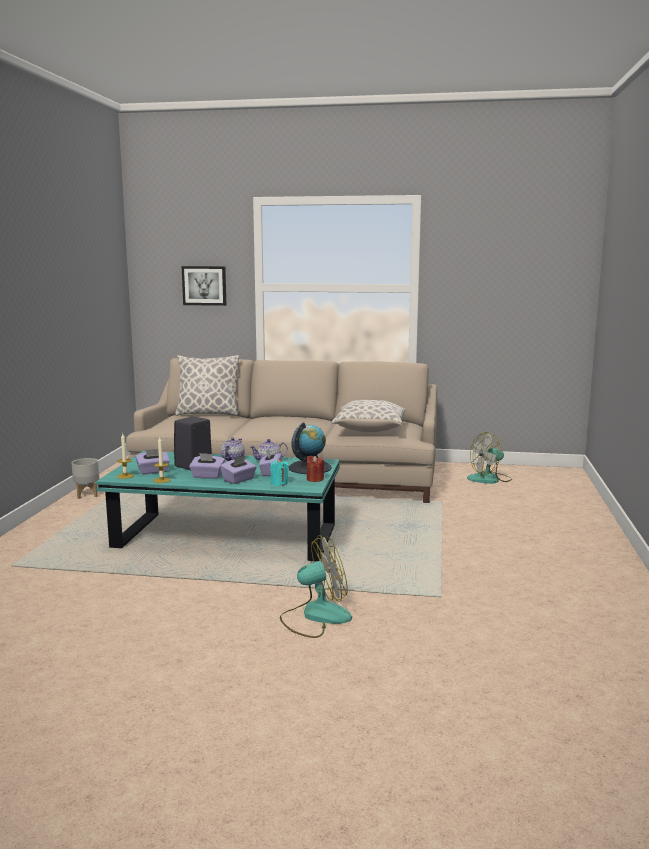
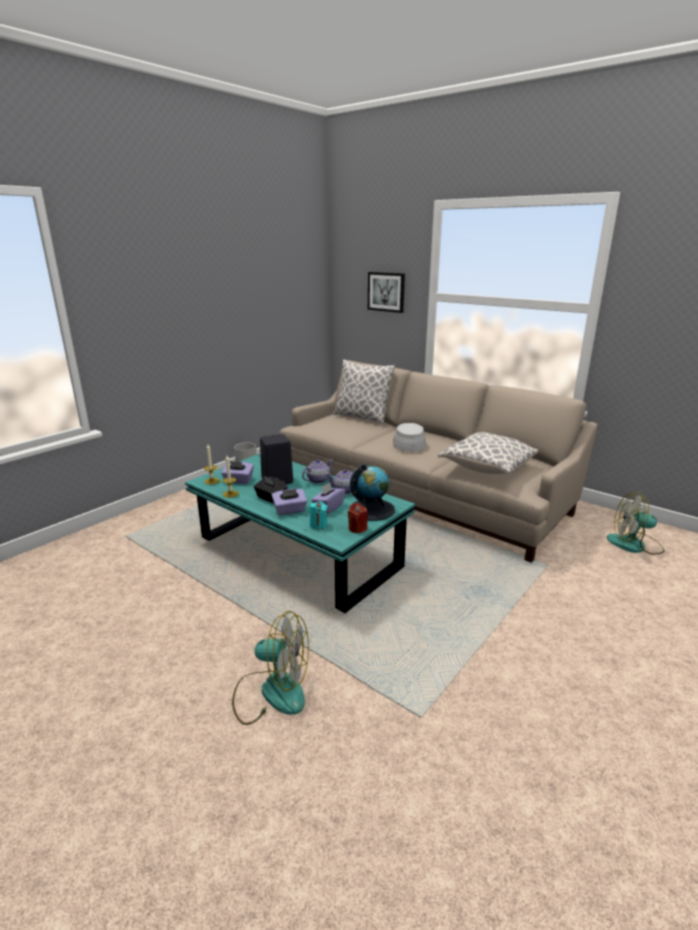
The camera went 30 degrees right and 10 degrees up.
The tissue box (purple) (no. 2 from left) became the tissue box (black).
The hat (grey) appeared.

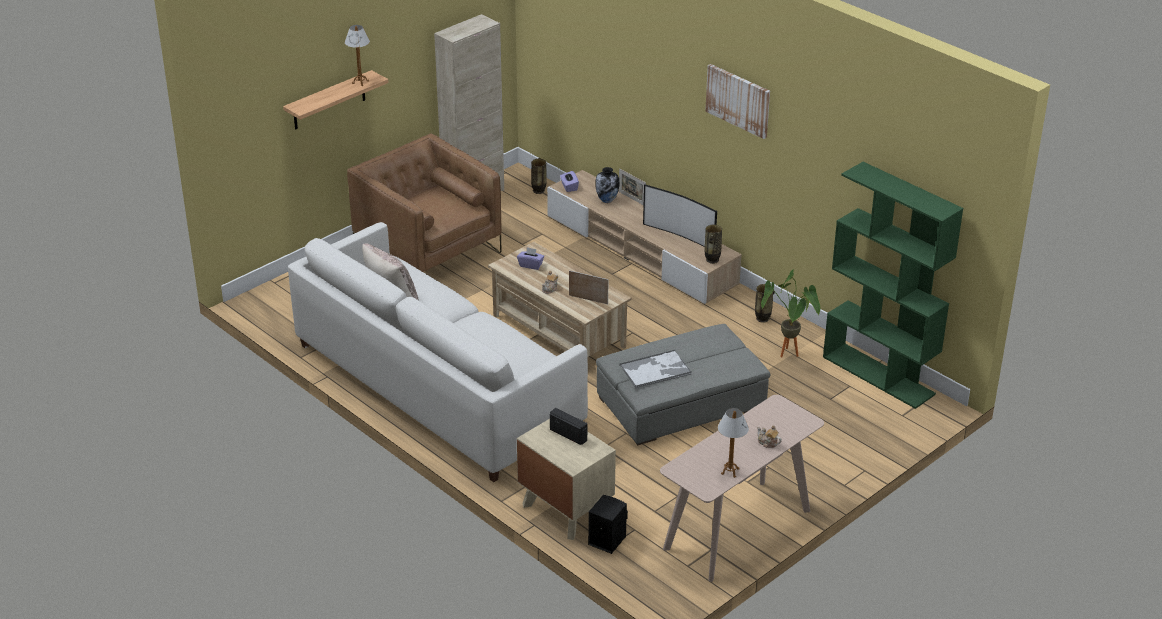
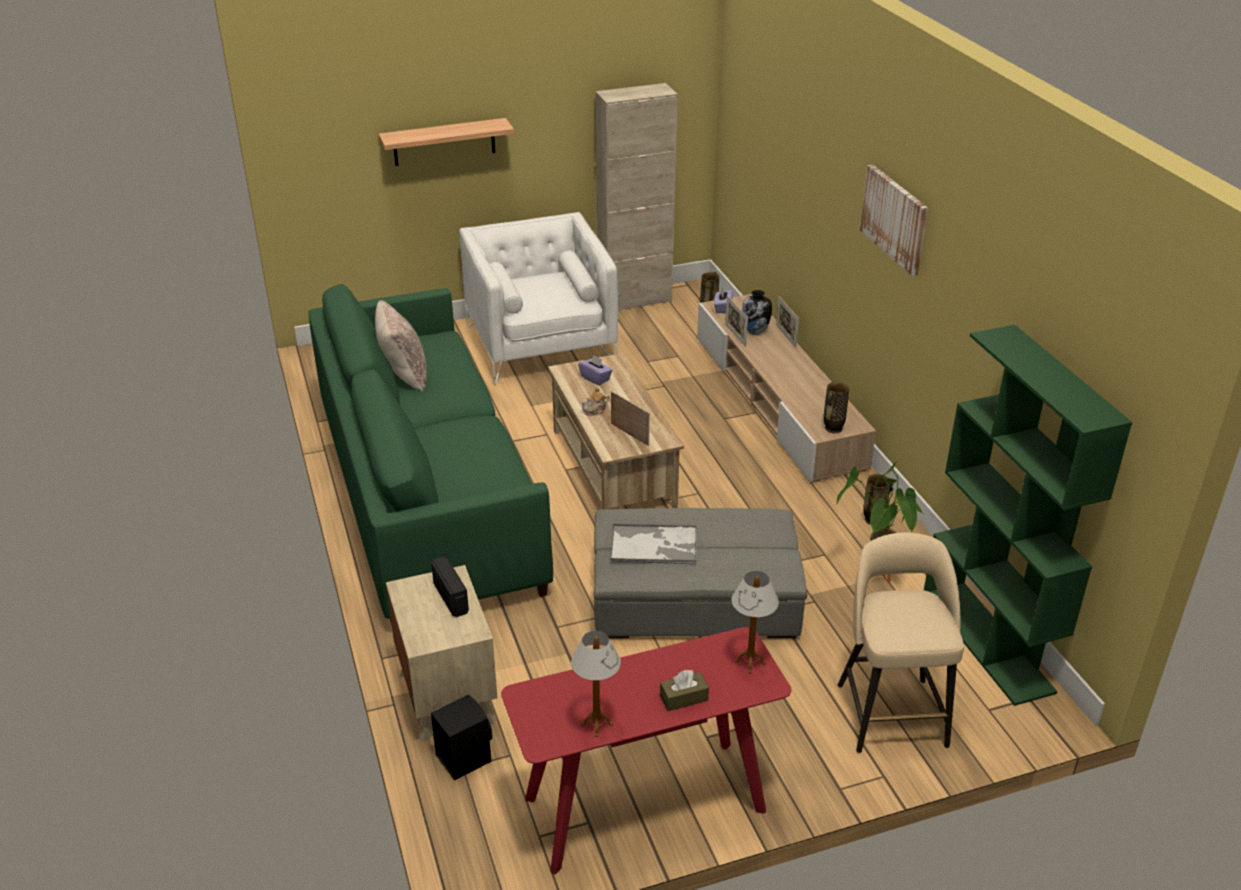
The camera went 25 degrees right and 0 degrees up.
The sofa (white) became the sofa (green).
The table lamp (no. 1 from left in the first image) moved.
The armchair (brown) became the armchair (white).
The television disappeared.
The console table (beige) became the console table (red).
The teapot (no. 2 from left) was replaced by the tissue box (brown).
The picture frame (no. 2 from left) appeared.
The stool (beige) appeared.

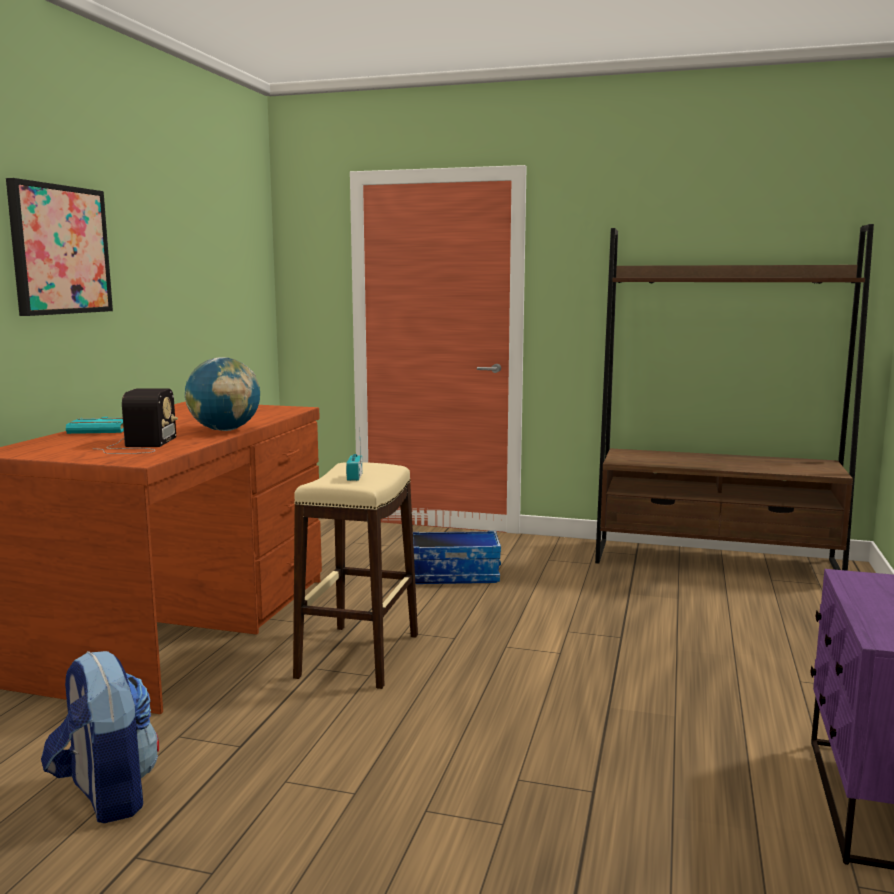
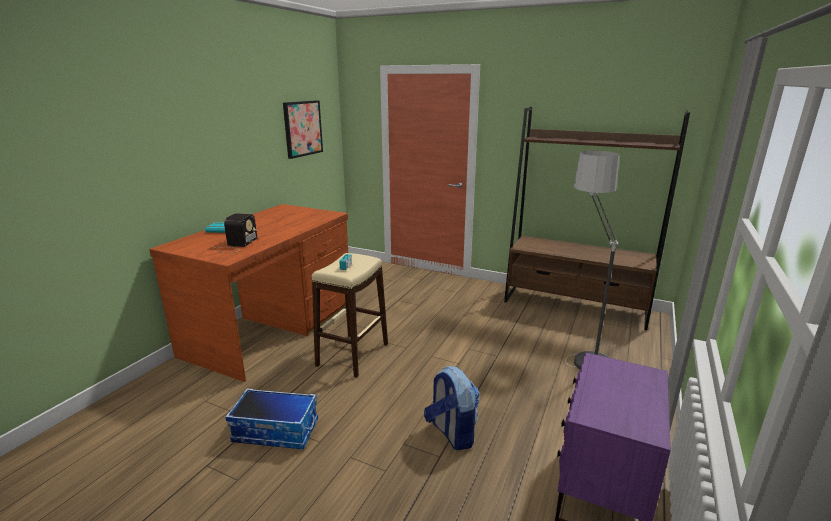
The camera went 10 degrees right and 10 degrees up.
The picture moved.
The backpack moved.
The globe disappeared.
The storage box moved.
The floor lamp appeared.

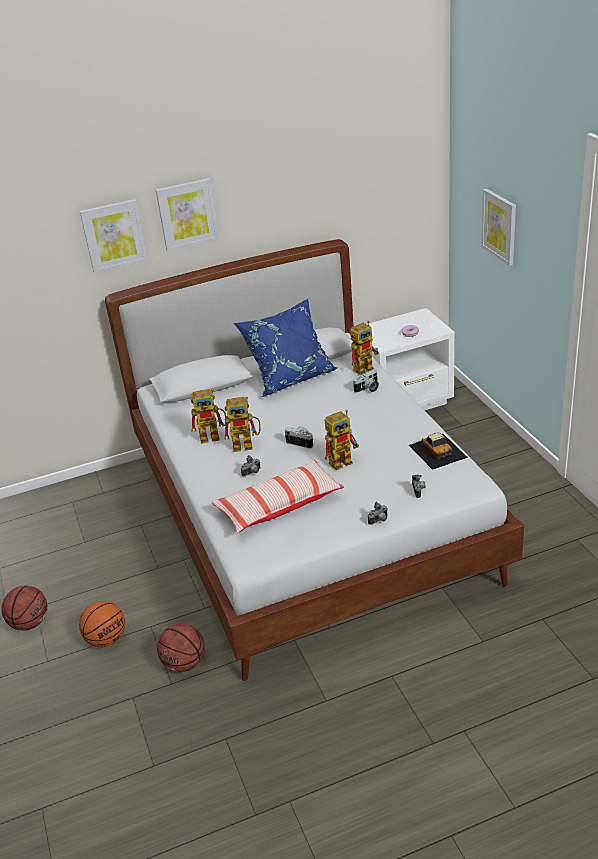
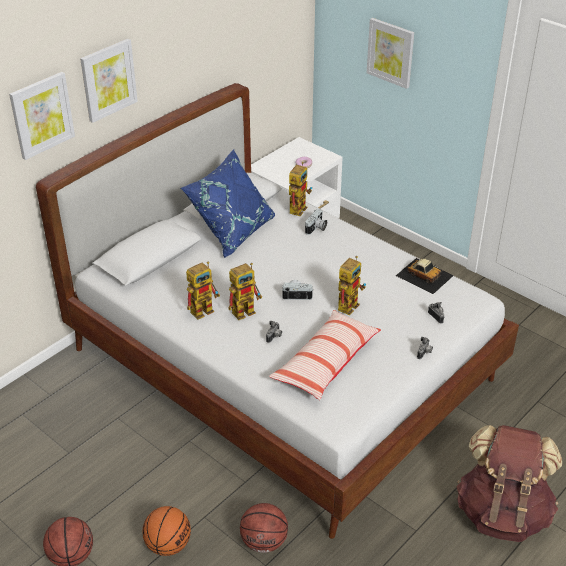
The camera went 30 degrees left and 5 degrees up.
The backpack (brown) appeared.

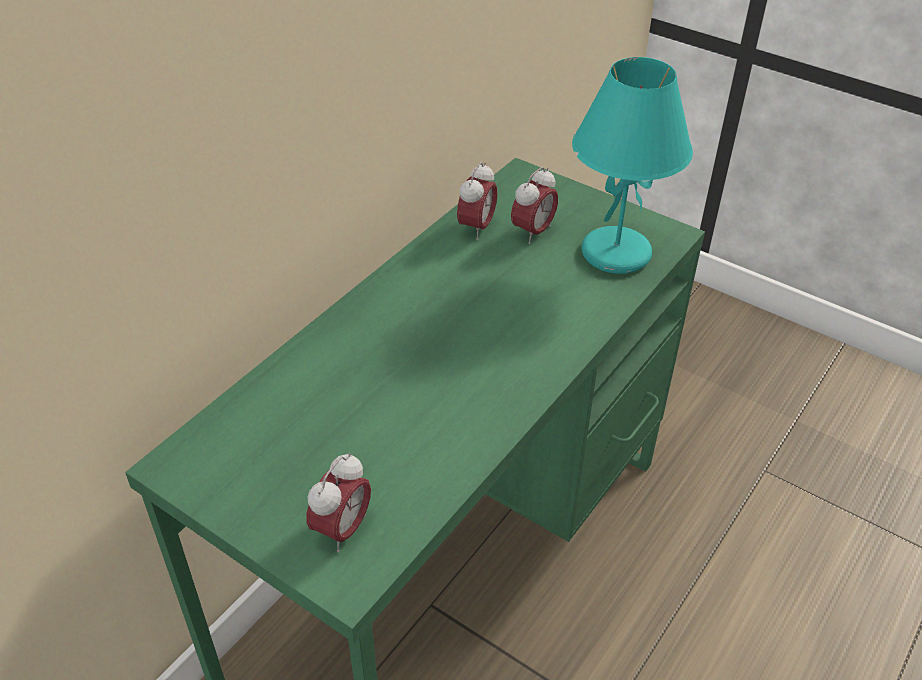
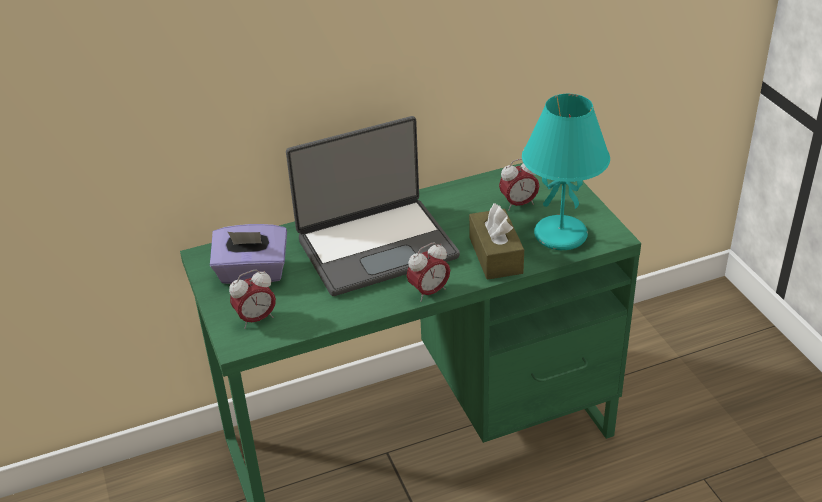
The camera went 35 degrees right and 5 degrees down.
The alarm clock (no. 2 from left) moved.
The tissue box (purple) appeared.
The laptop appeared.
The tissue box (brown) appeared.

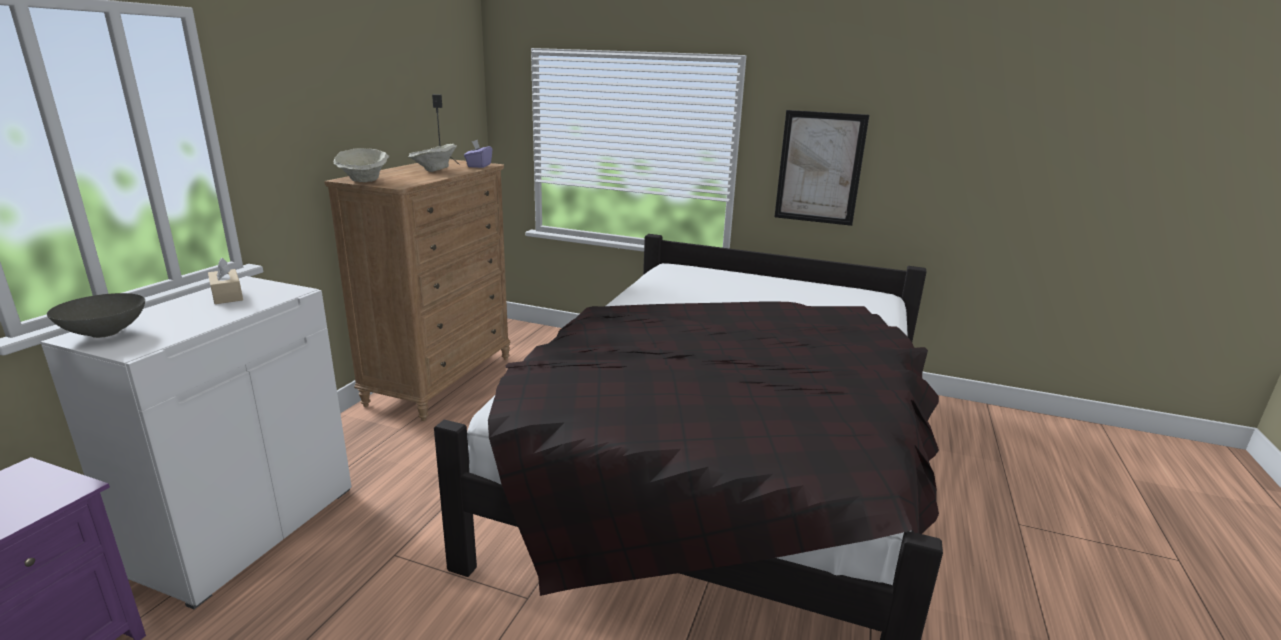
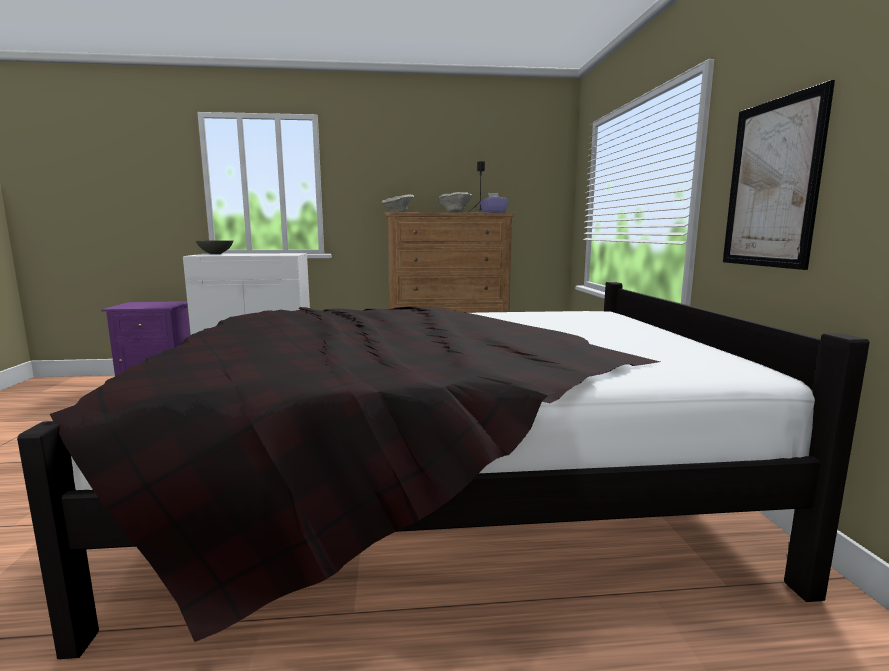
The camera went 65 degrees right and 10 degrees down.
The tissue box (beige) disappeared.

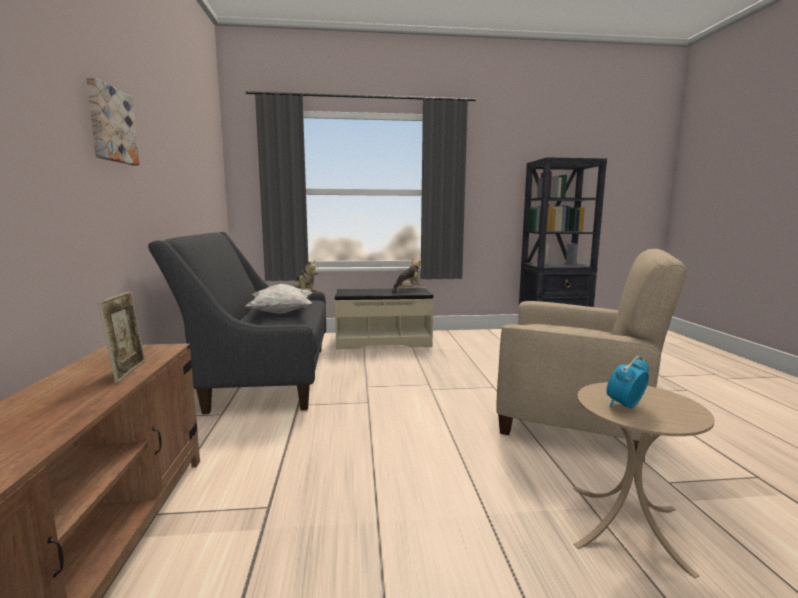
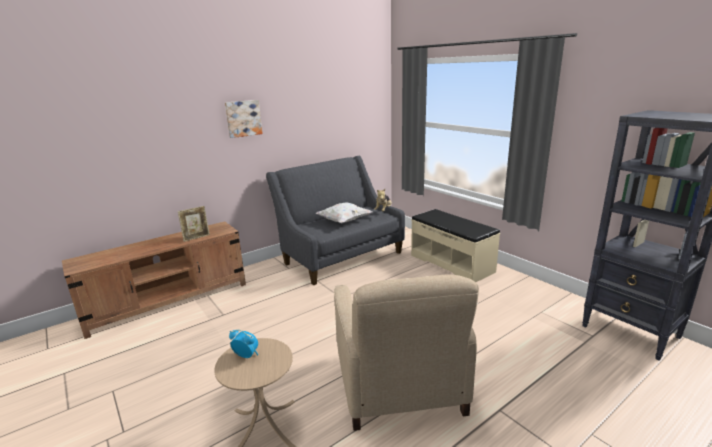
The camera went 60 degrees right and 10 degrees up.
The plush toy (no. 2 from left) disappeared.

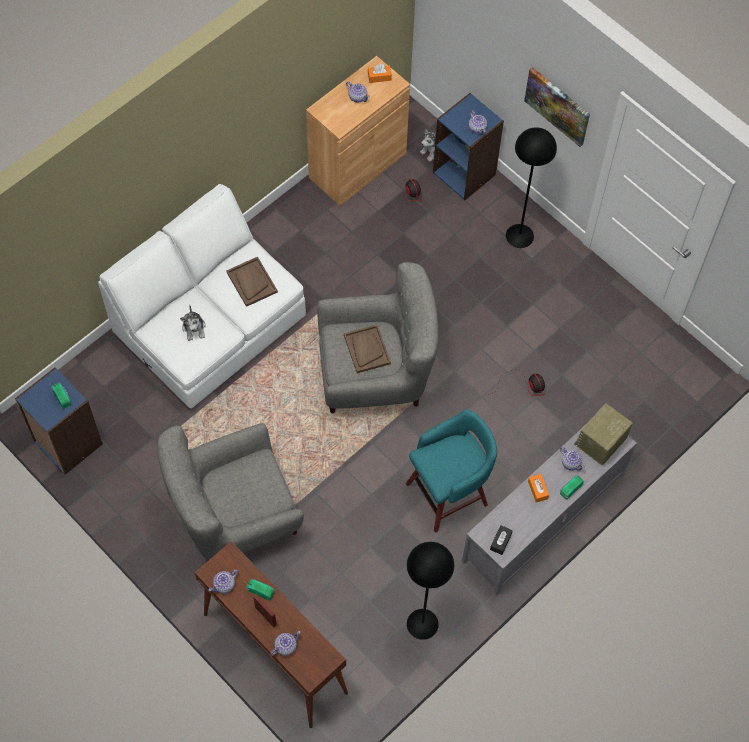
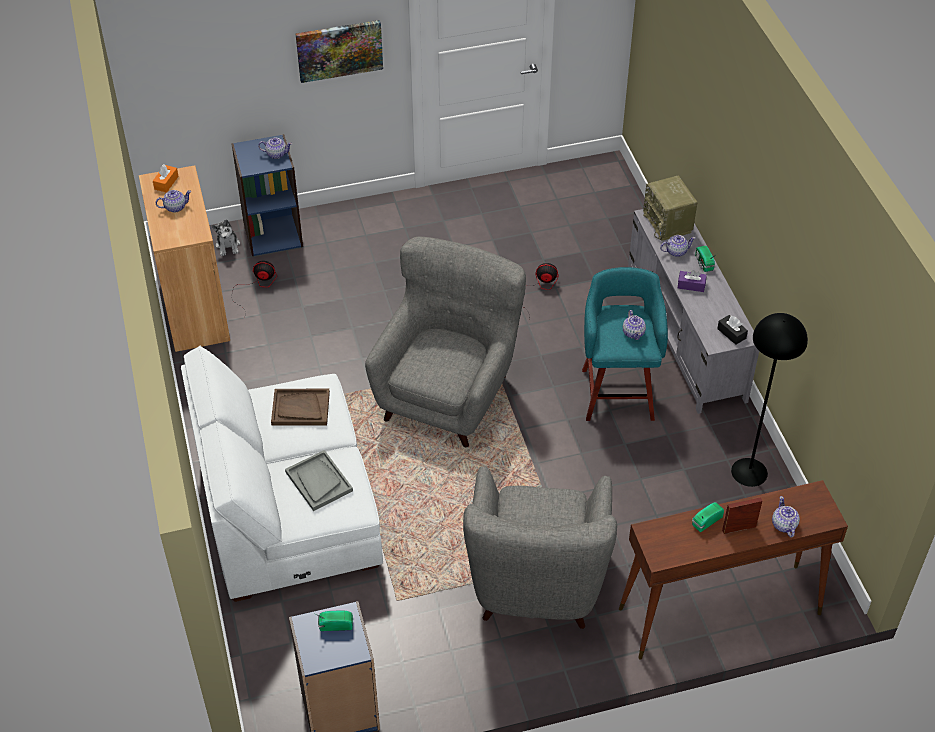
The camera went 60 degrees left and 15 degrees down.
The plush toy (no. 1 from left) was replaced by the tray (grey).
The teapot (no. 1 from left in the first image) moved.
The tray (brown) (no. 2 from left) disappeared.
The floor lamp (black) (no. 2 from left) disappeared.
The tissue box (orange) (no. 2 from left) became the tissue box (purple).

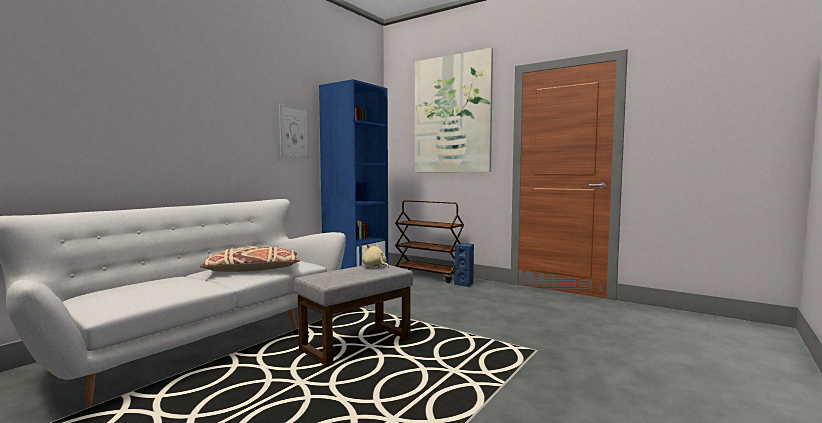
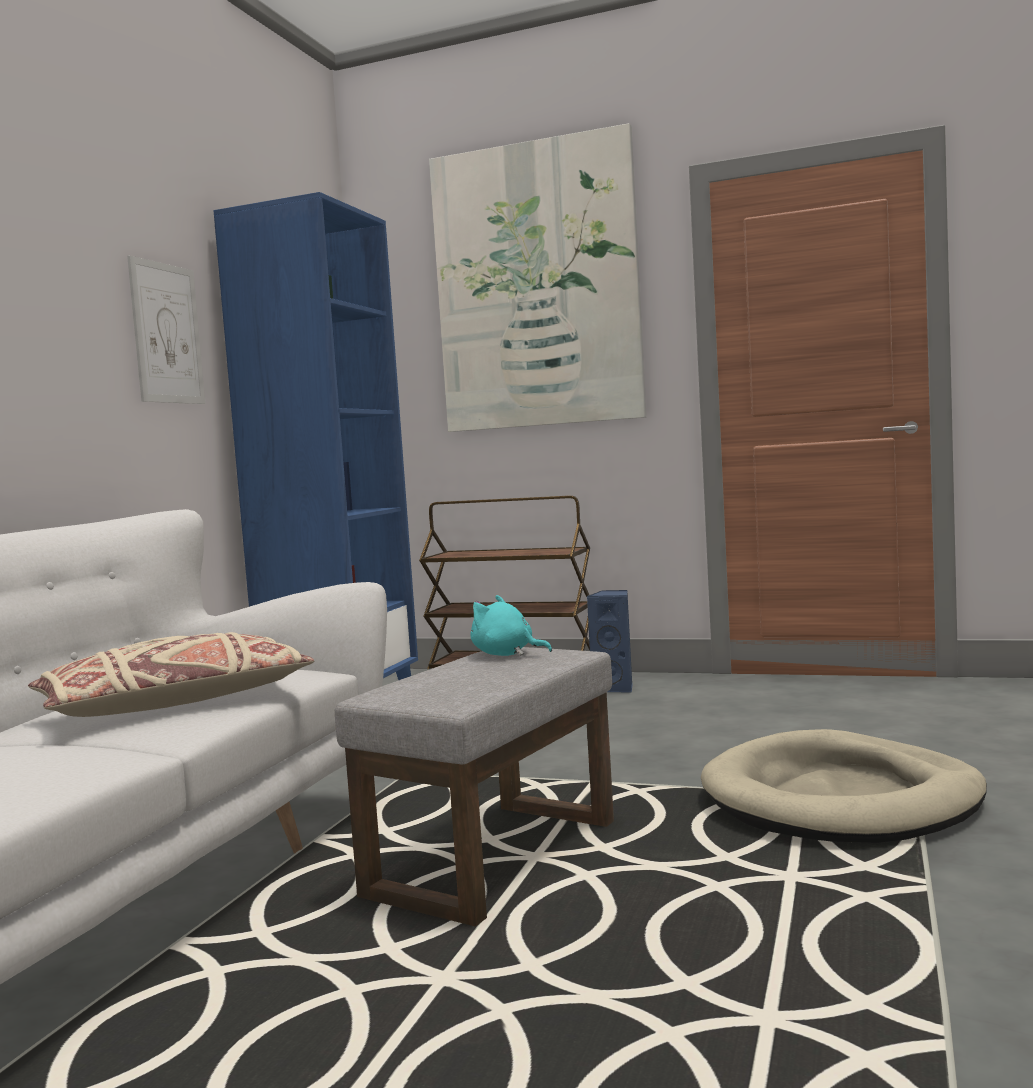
The camera went 15 degrees left and 0 degrees up.
The plush toy (beige) became the plush toy (turquoise).
The dog bed (beige) appeared.

